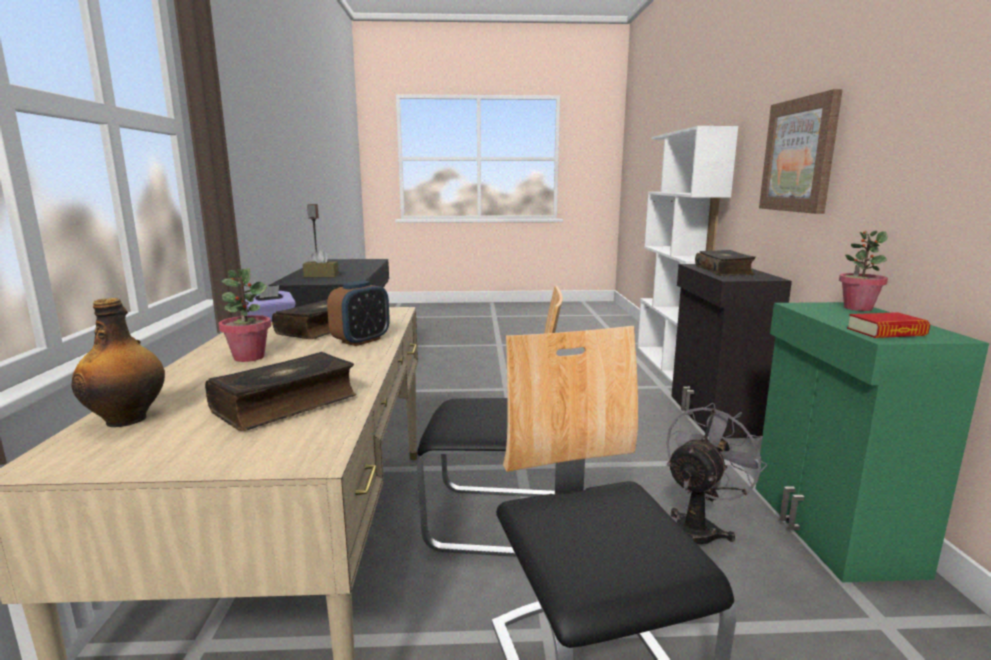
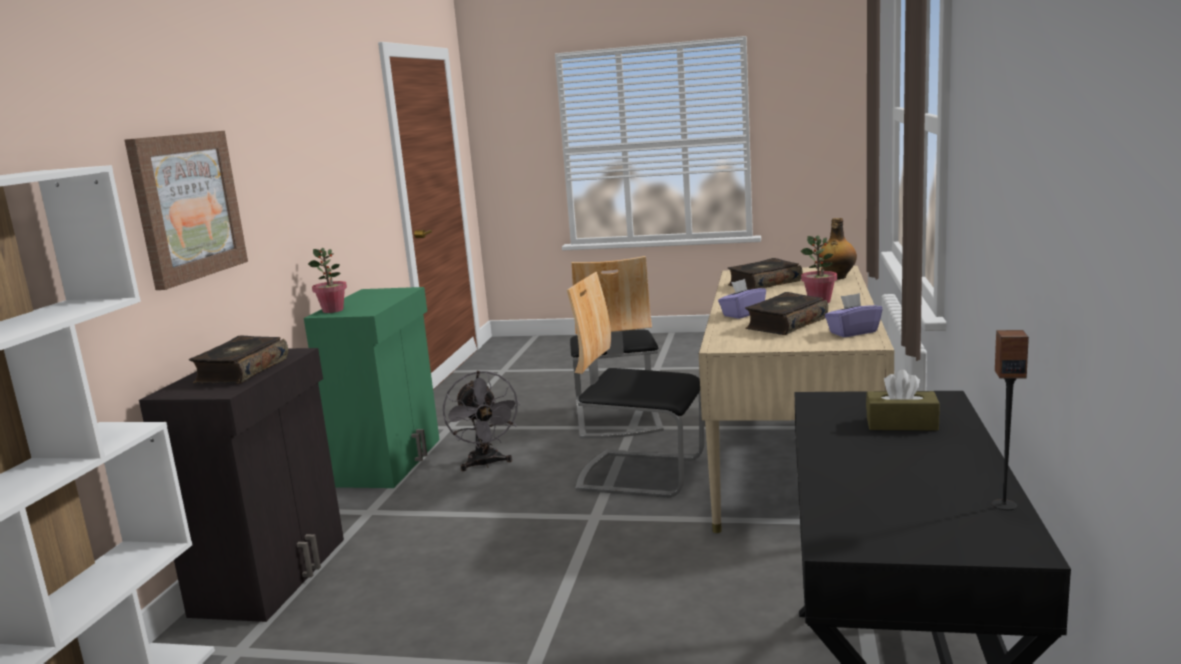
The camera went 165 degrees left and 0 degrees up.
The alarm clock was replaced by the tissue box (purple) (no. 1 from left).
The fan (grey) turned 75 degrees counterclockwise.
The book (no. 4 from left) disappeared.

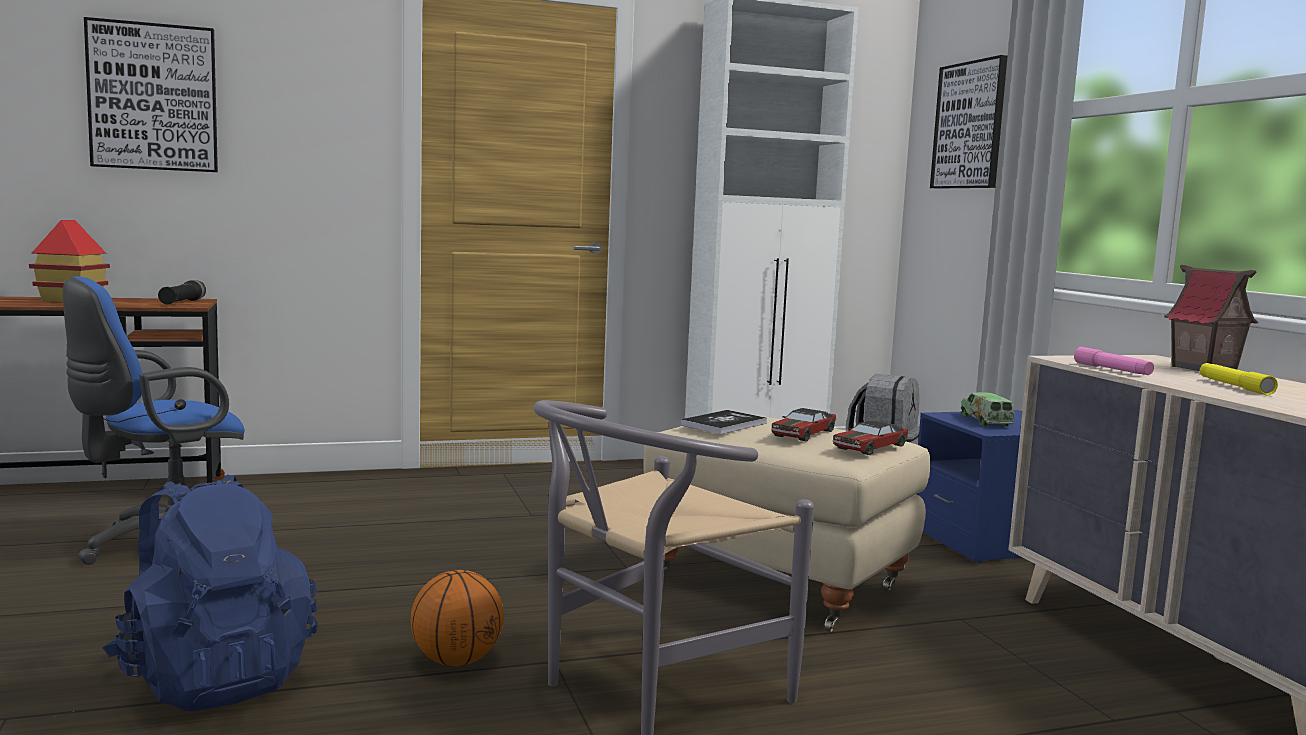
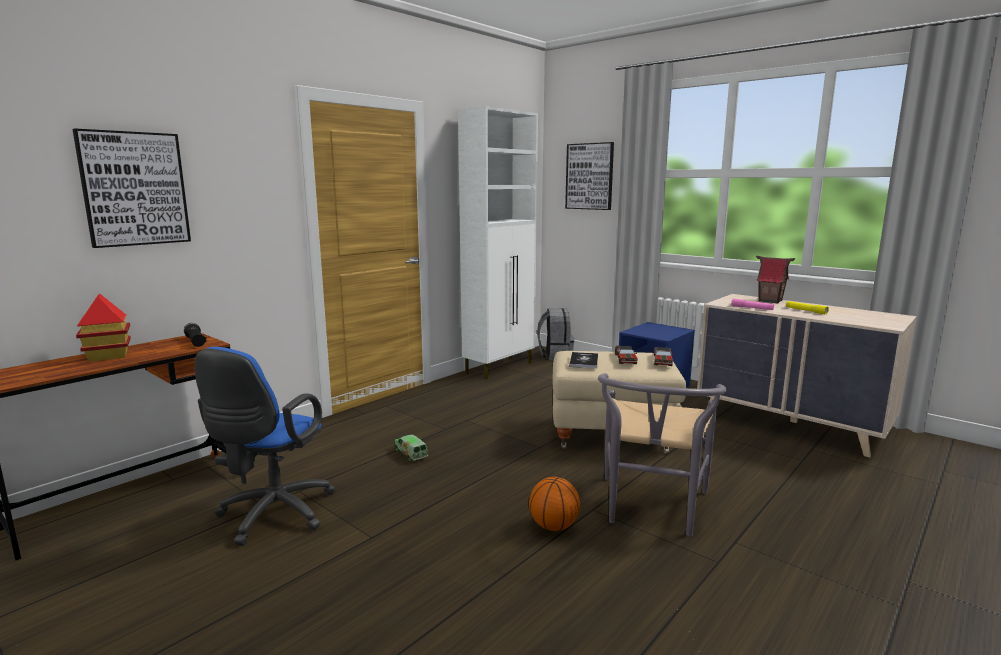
The camera went 30 degrees left and 5 degrees up.
The backpack (blue) disappeared.
The toy truck moved.

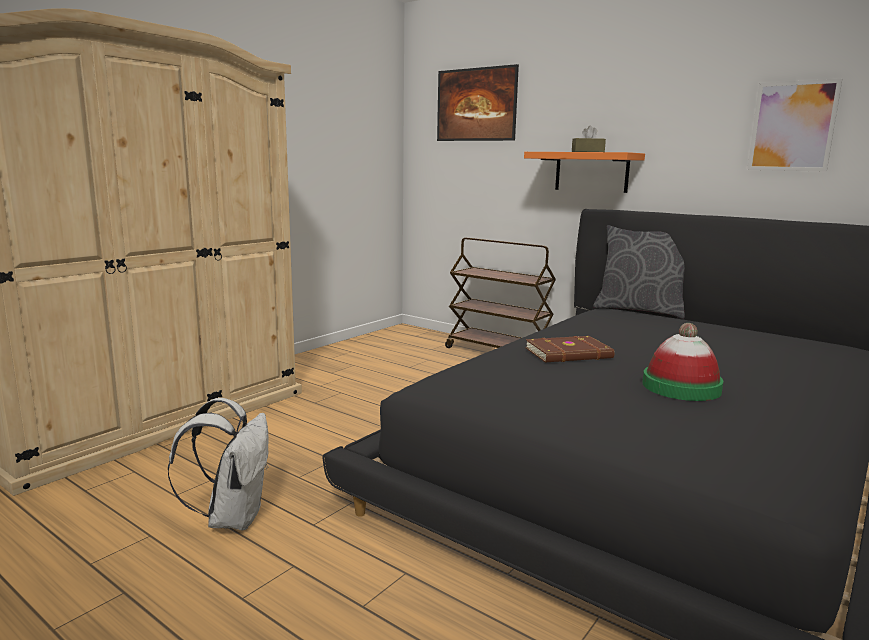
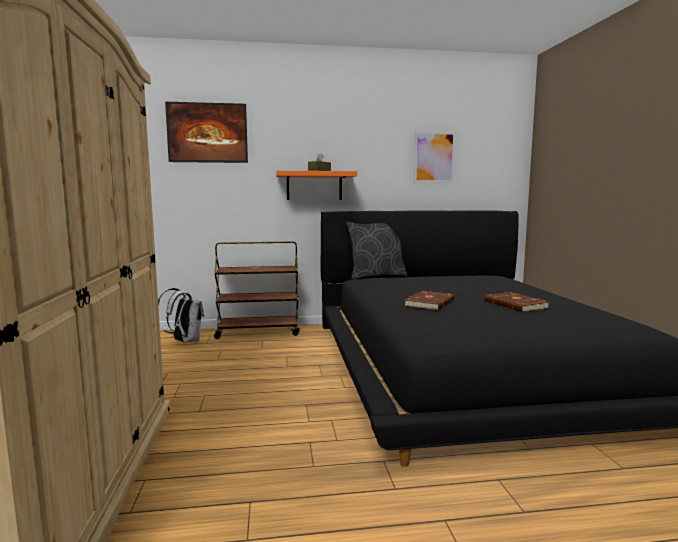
The camera went 45 degrees left and 5 degrees down.
The backpack (white) moved.
The hat was replaced by the book (brown) (no. 2 from left).

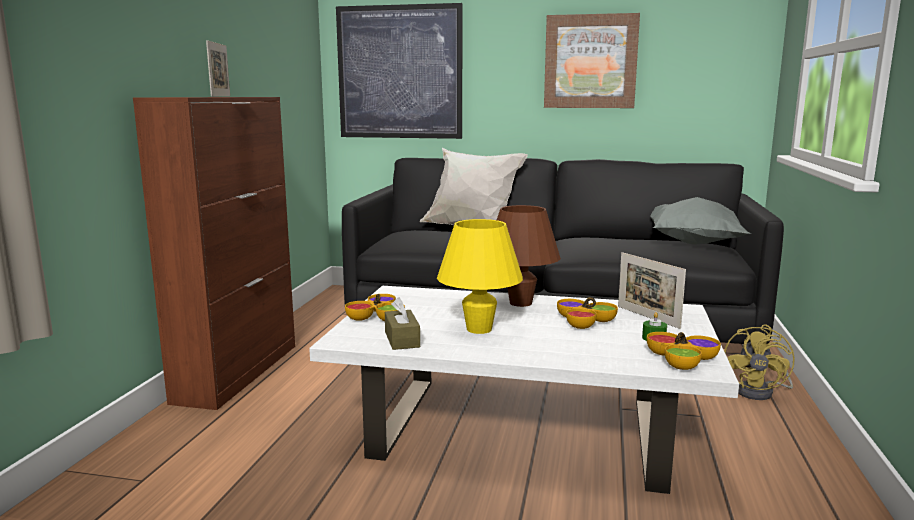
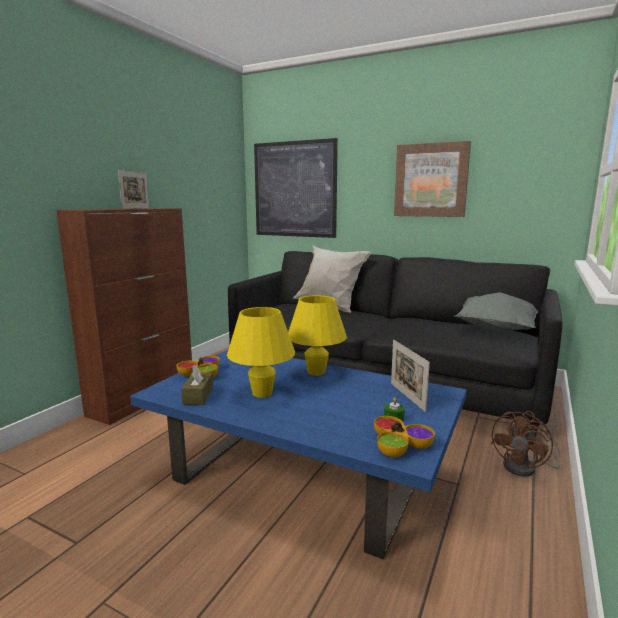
The camera went 15 degrees right and 0 degrees up.
The coffee table (white) became the coffee table (blue).
The table lamp (brown) became the table lamp (yellow) (no. 2 from left).
The bowl (no. 2 from left) disappeared.
The fan (yellow) became the fan (brown).

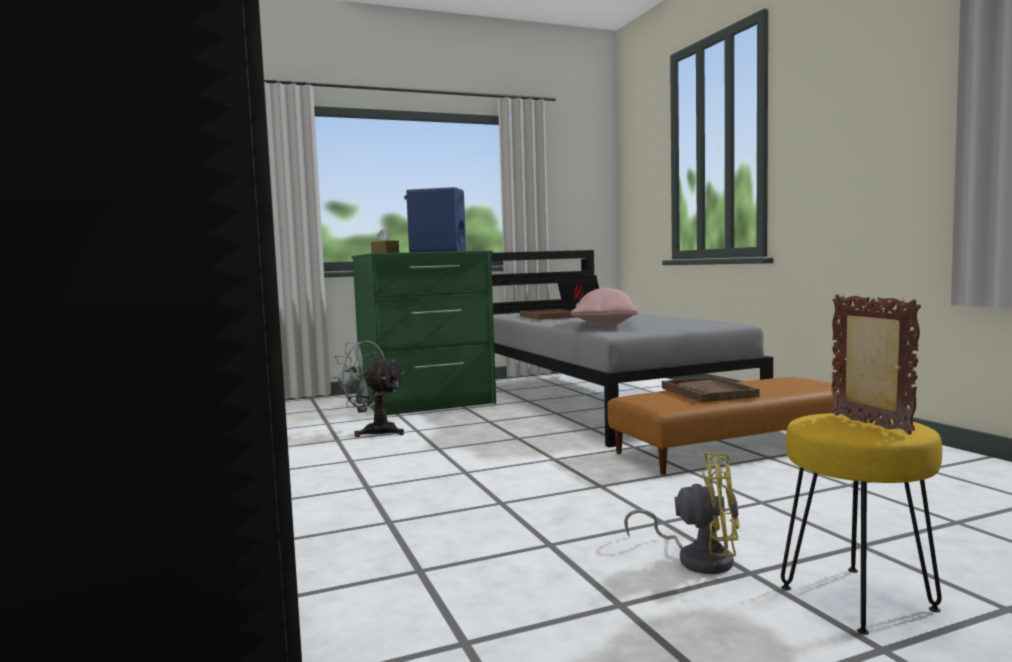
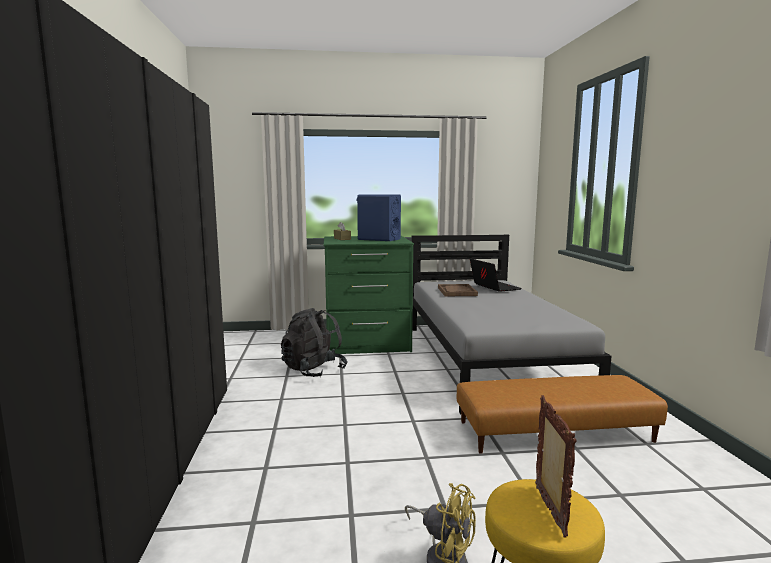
The camera went 15 degrees right and 5 degrees up.
The fan (grey) was replaced by the backpack (black).
The pillow (pink) disappeared.
The tray (brown) (no. 2 from left) disappeared.

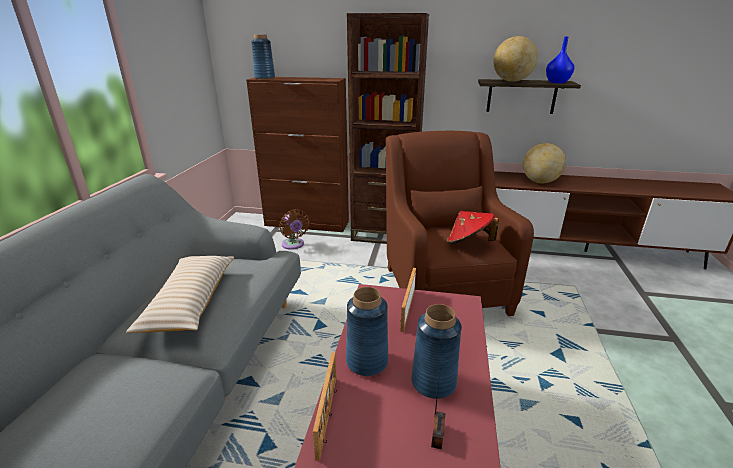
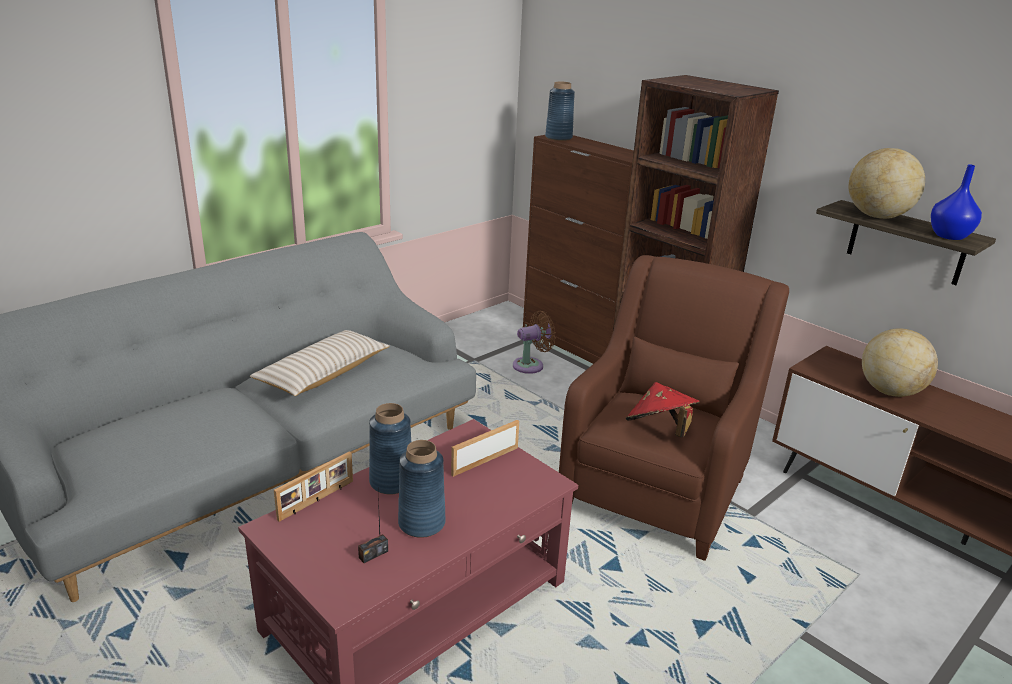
The camera went 35 degrees right and 0 degrees up.
The fan (brown) turned 120 degrees counterclockwise.

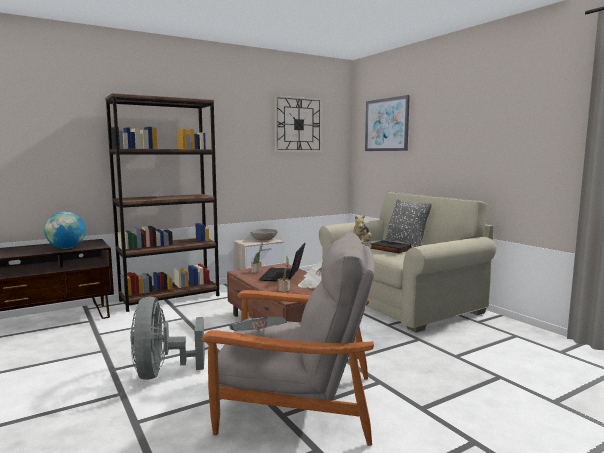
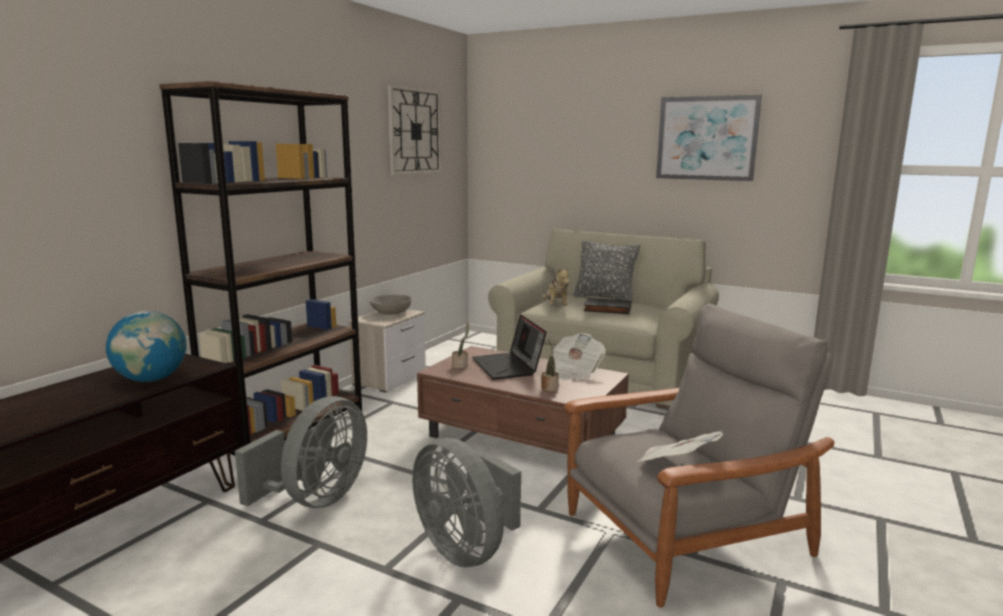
The camera went 30 degrees left and 5 degrees up.
The picture moved.
The fan (grey) (no. 1 from left) appeared.

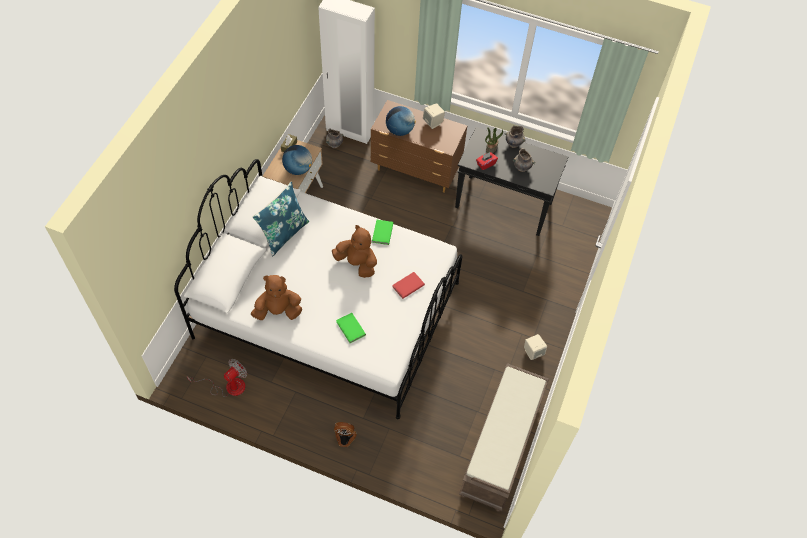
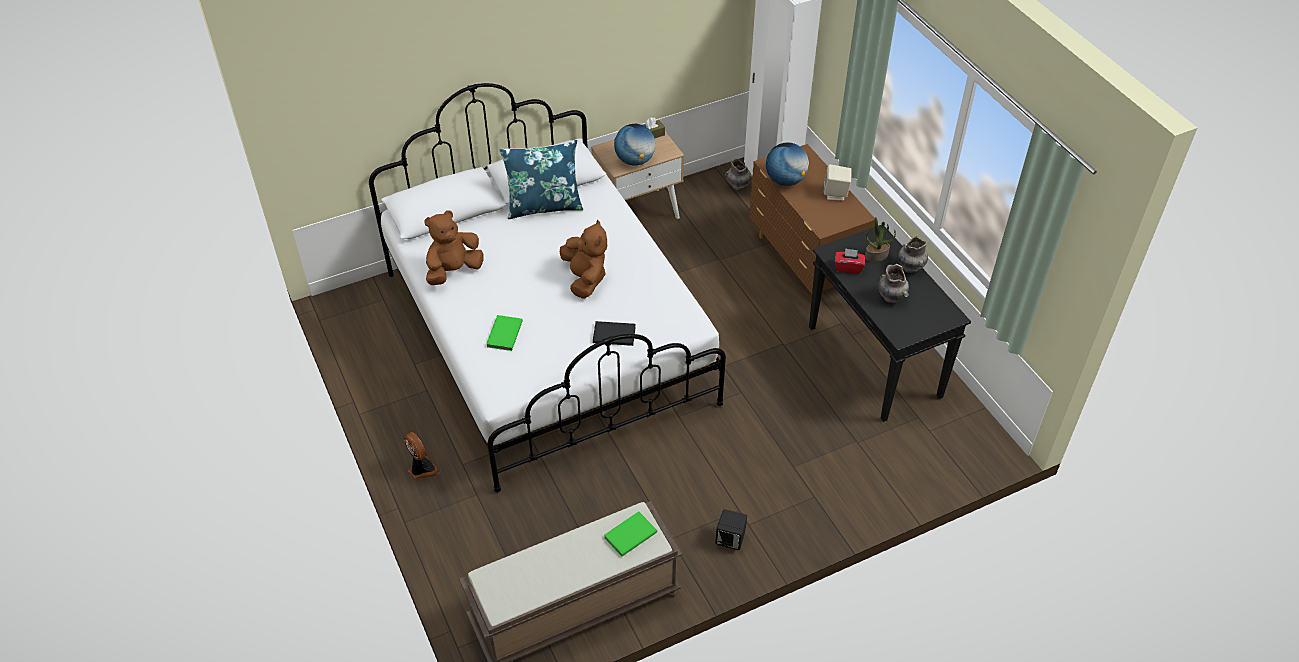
The camera went 45 degrees right and 10 degrees down.
The fan (no. 1 from left) disappeared.
The plush toy (brown) (no. 1 from left) turned 75 degrees counterclockwise.
The book (green) (no. 2 from left) moved.
The book (red) became the book (black).
The speaker (beige) (no. 2 from left) became the speaker (black).

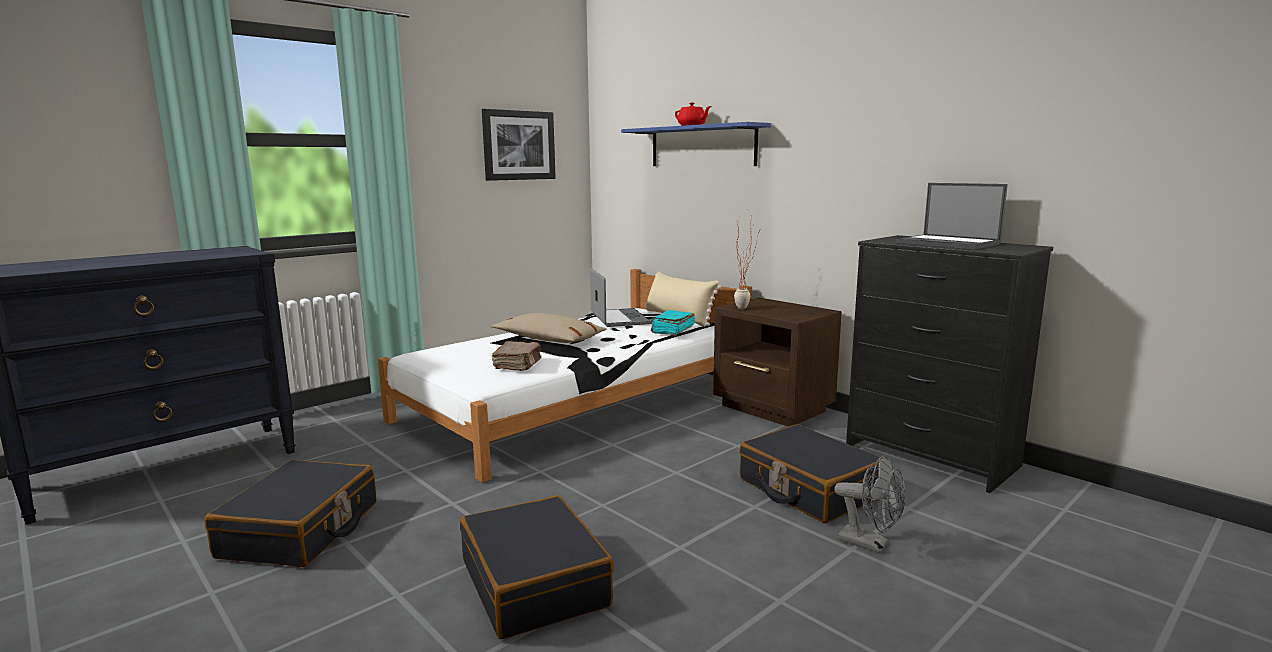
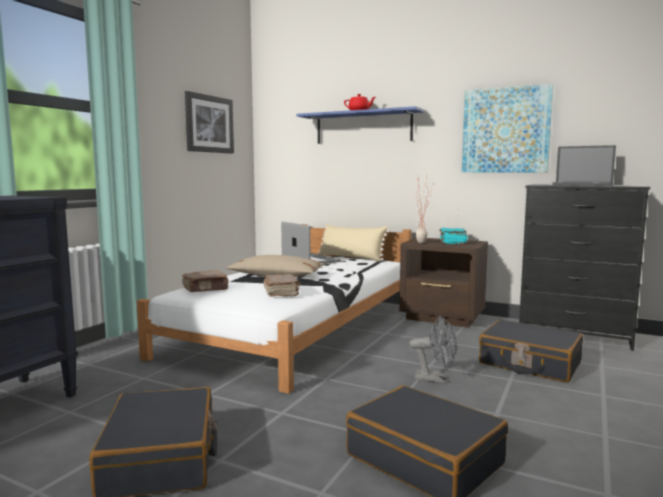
The camera went 20 degrees left and 5 degrees down.
The book (turquoise) moved.
The fan (grey) moved.
The book (brown) (no. 1 from left) appeared.
The picture (no. 2 from left) appeared.

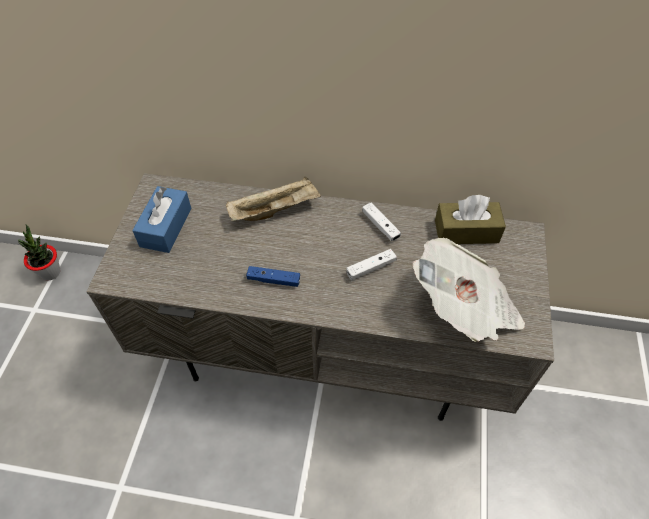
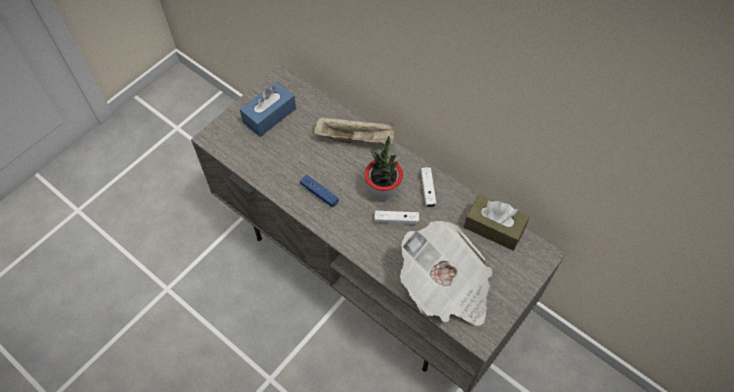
The camera went 30 degrees right and 5 degrees up.
The potted plant moved.

